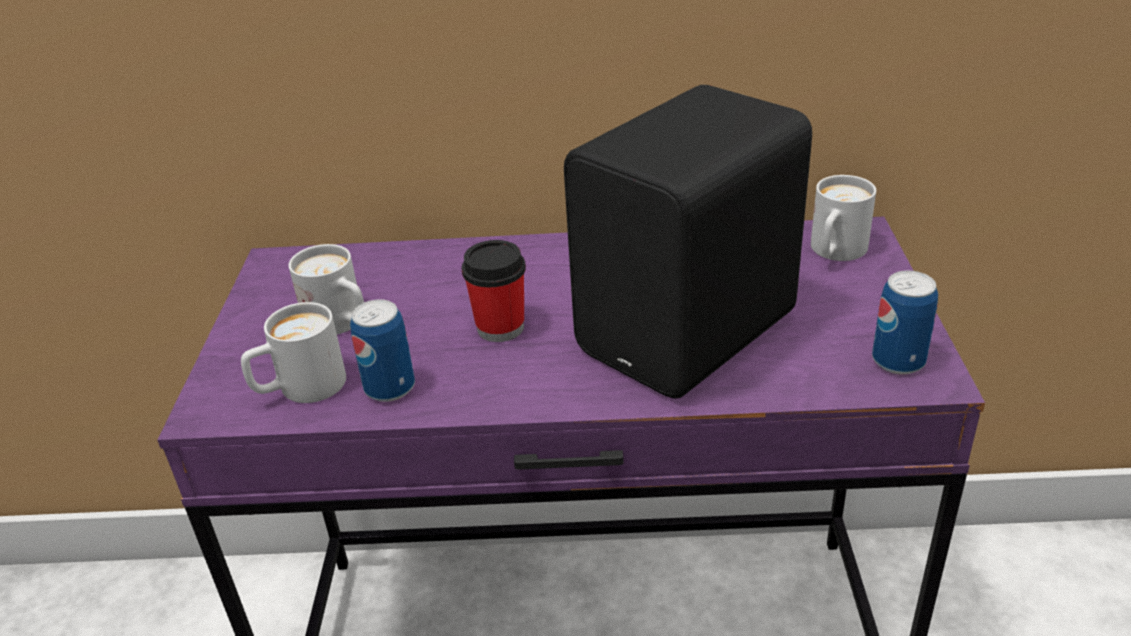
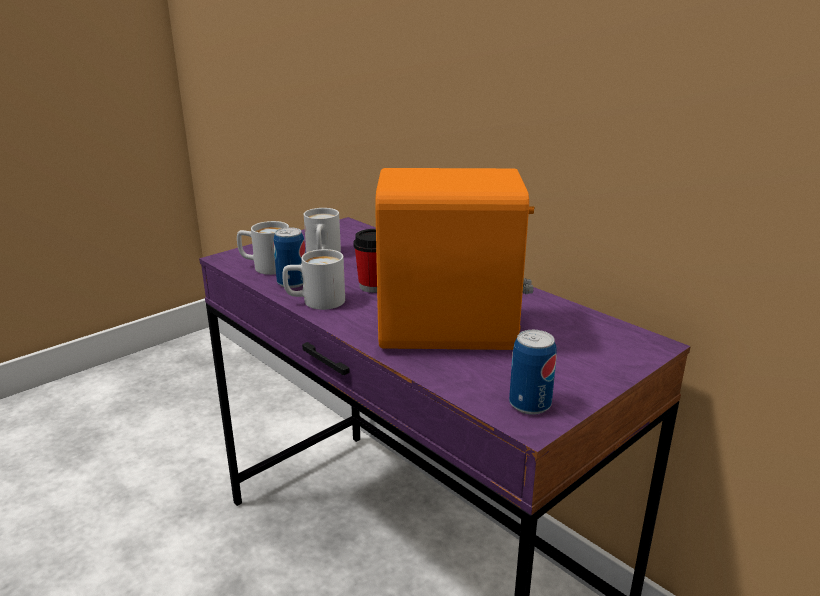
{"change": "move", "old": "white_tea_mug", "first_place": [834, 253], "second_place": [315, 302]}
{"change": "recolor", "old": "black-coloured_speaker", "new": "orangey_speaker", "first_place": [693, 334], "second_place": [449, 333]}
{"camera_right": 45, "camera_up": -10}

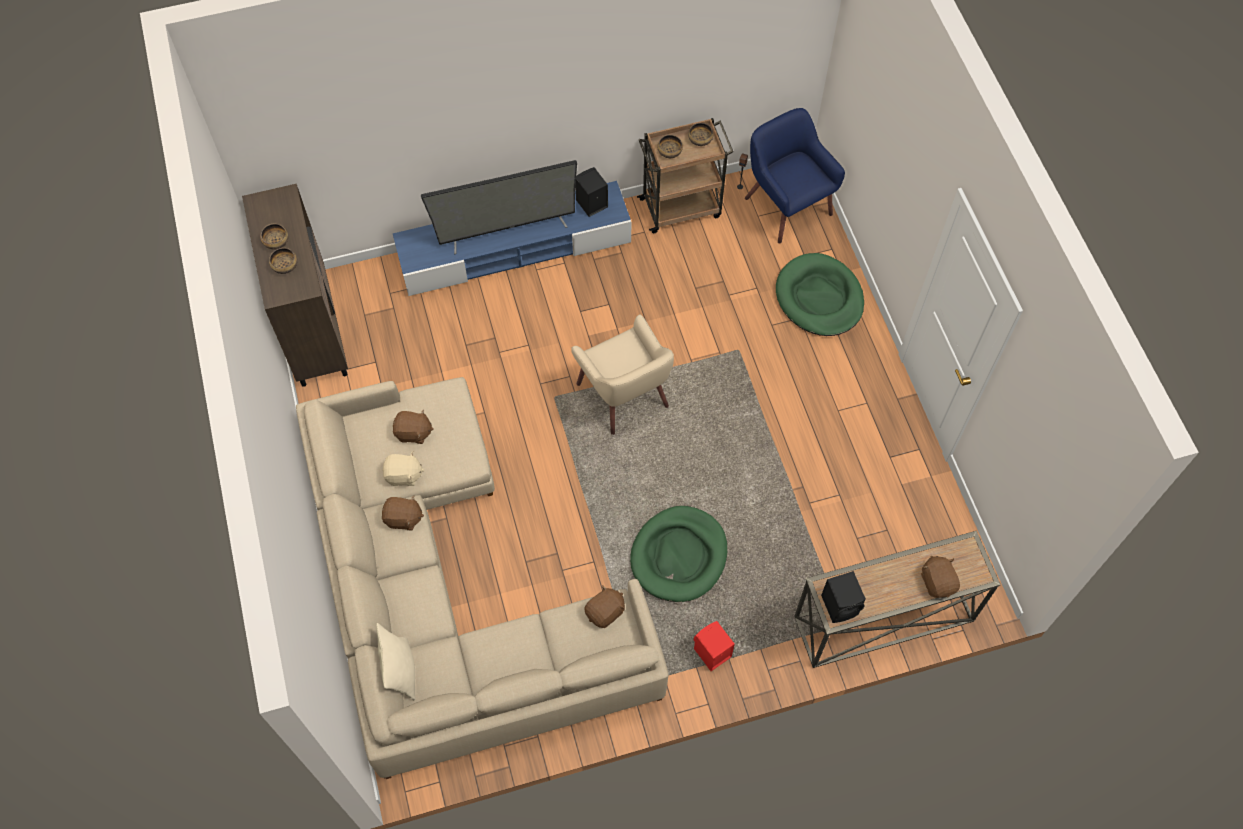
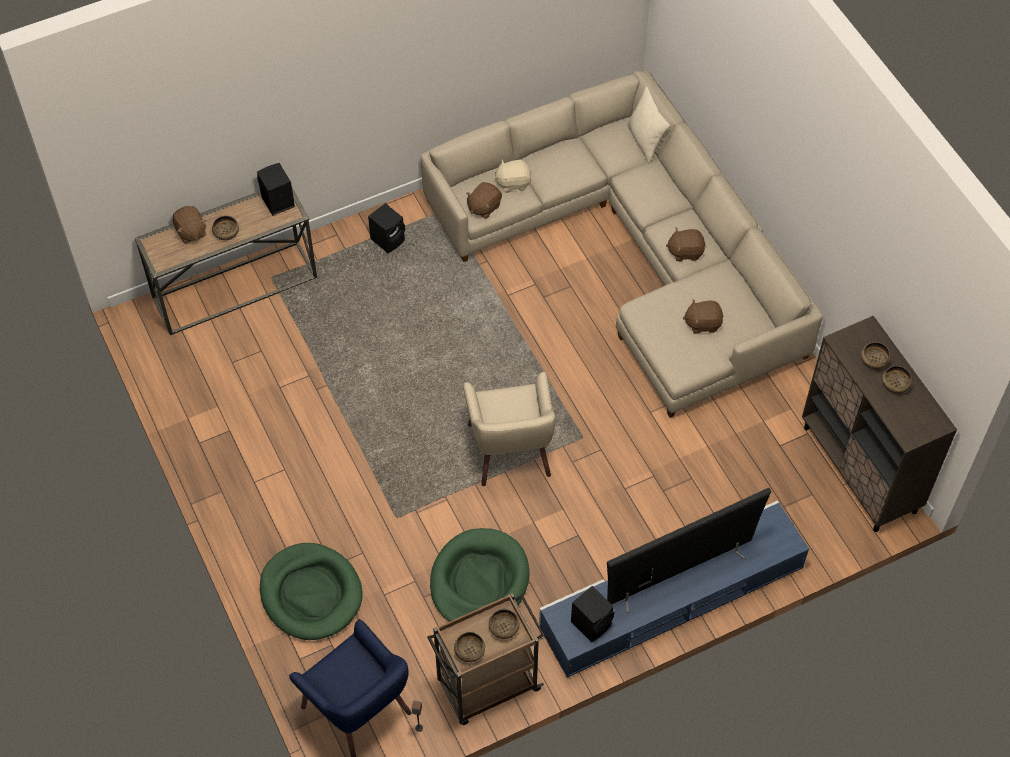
{"change": "insert", "new": "bowl", "second_place": [226, 233]}
{"change": "recolor", "old": "reddish_speaker", "new": "black-coloured_speaker", "first_place": [711, 653], "second_place": [388, 239]}
{"change": "move", "old": "greenish_pet_bed", "first_place": [679, 556], "second_place": [479, 581]}
{"change": "rotate", "old": "beige_lounge_chair", "first_place": [624, 395], "second_place": [510, 450], "degrees": -150}
{"change": "move", "old": "beige_cuddly_toy", "first_place": [404, 475], "second_place": [513, 182]}
{"camera_right": 170, "camera_up": -5}

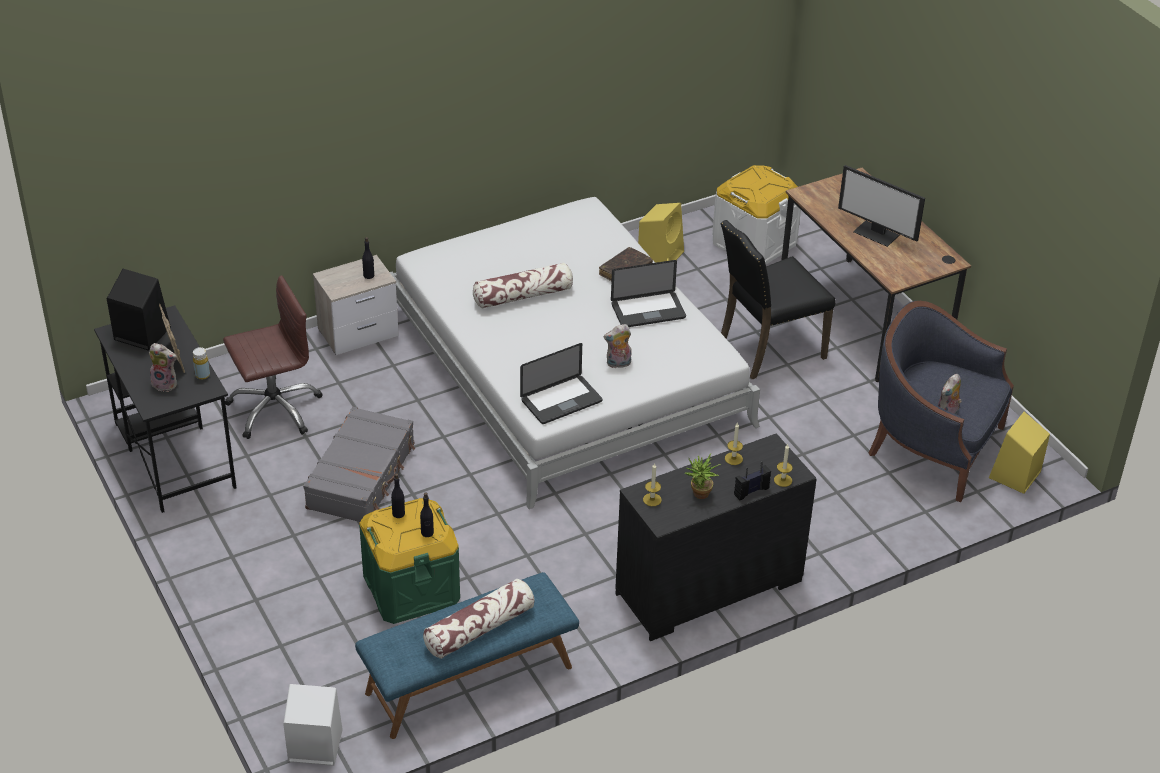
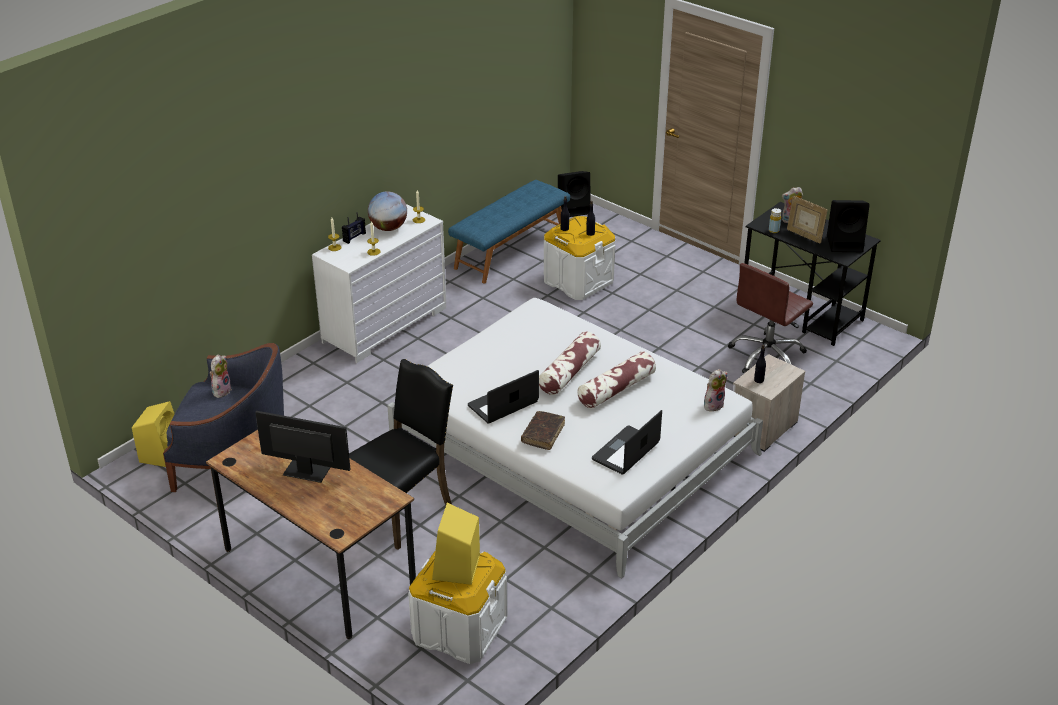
{"change": "recolor", "old": "black-coloured_drawer_chest", "new": "white_drawer_chest", "first_place": [709, 589], "second_place": [384, 324]}
{"change": "replace", "old": "houseplant", "new": "desk_globe", "first_place": [699, 495], "second_place": [388, 228]}
{"change": "move", "old": "yellowish_speaker", "first_place": [661, 254], "second_place": [456, 569]}
{"change": "move", "old": "throw_pillow", "first_place": [479, 628], "second_place": [569, 372]}
{"change": "recolor", "old": "greenish_storage_container", "new": "white_storage_container", "first_place": [411, 588], "second_place": [578, 281]}
{"change": "recolor", "old": "white_speaker", "new": "black-coloured_speaker", "first_place": [313, 746], "second_place": [574, 209]}
{"change": "move", "old": "portable_computer", "first_place": [561, 401], "second_place": [626, 451]}
{"change": "move", "old": "cuddly_toy", "first_place": [618, 364], "second_place": [713, 404]}
{"change": "delete", "old": "greyish_travel_case", "first_place": [362, 476]}
{"camera_right": 160, "camera_up": -5}

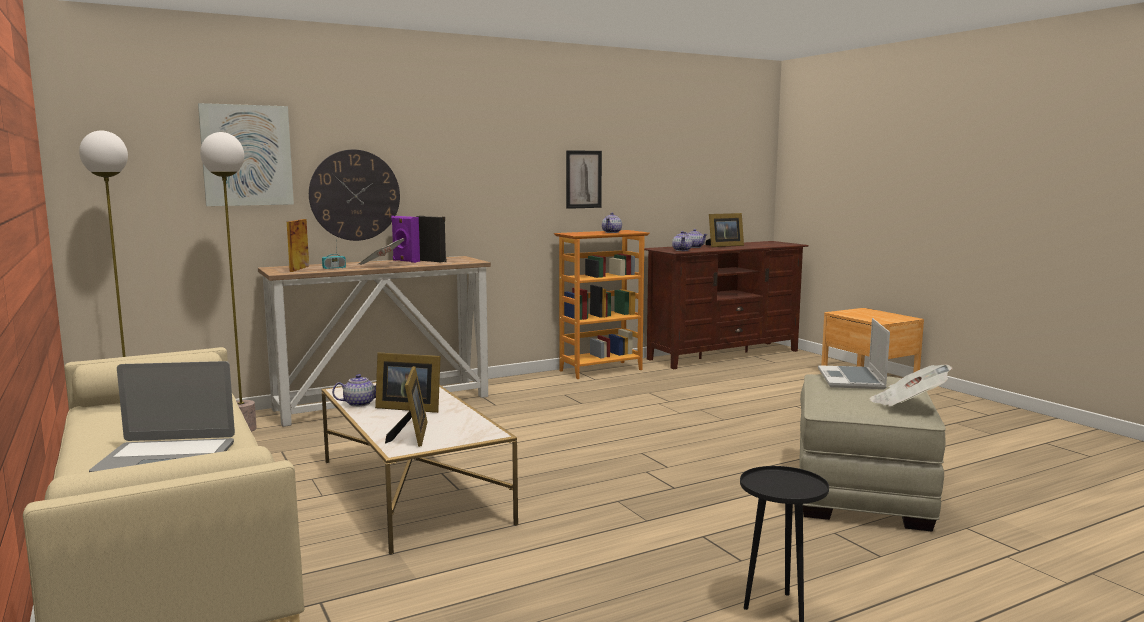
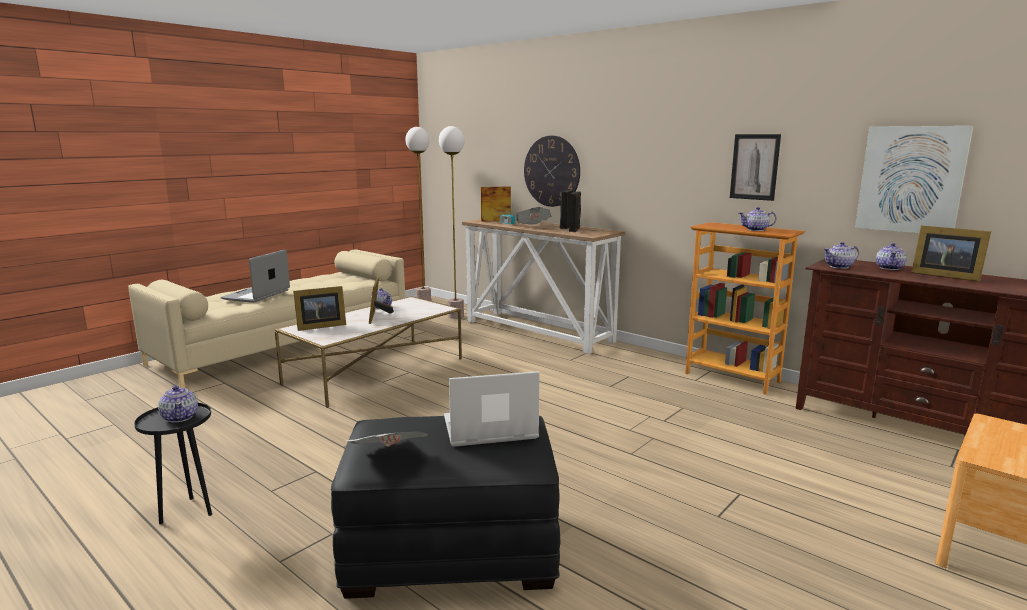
{"change": "insert", "new": "tea_pot", "second_place": [180, 417]}
{"change": "rotate", "old": "portable_computer", "first_place": [167, 457], "second_place": [257, 295], "degrees": 45}
{"change": "recolor", "old": "beige_ottoman", "new": "black-coloured_ottoman", "first_place": [862, 491], "second_place": [450, 549]}
{"change": "recolor", "old": "purple-coloured_speaker", "new": "black-coloured_speaker", "first_place": [405, 261], "second_place": [565, 227]}
{"change": "move", "old": "wall_picture", "first_place": [246, 155], "second_place": [911, 179]}
{"camera_right": 70, "camera_up": 5}

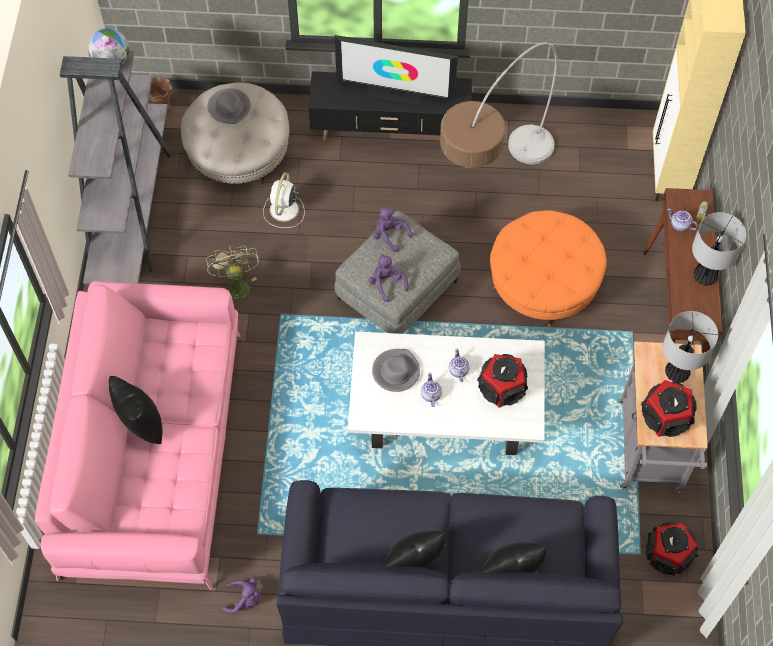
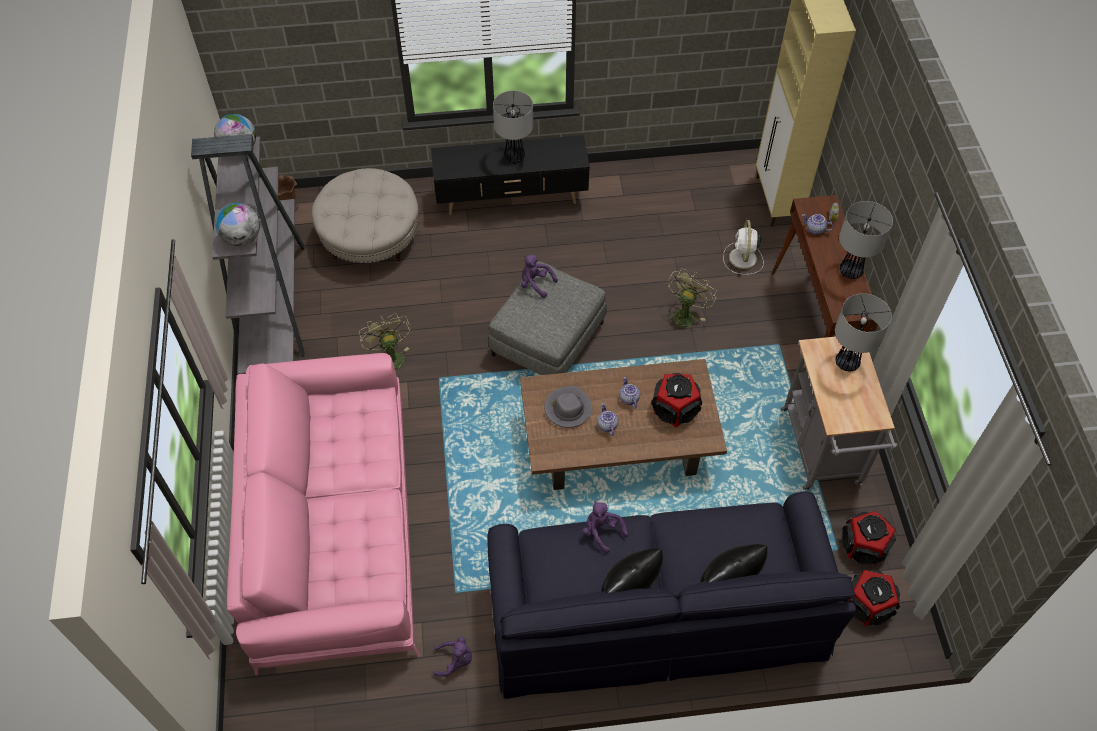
{"change": "insert", "new": "desk_globe", "second_place": [242, 238]}
{"change": "replace", "old": "TV_set", "new": "lamp_for_a_table", "first_place": [395, 93], "second_place": [515, 156]}
{"change": "recolor", "old": "white_low_table", "new": "brown_low_table", "first_place": [444, 411], "second_place": [617, 444]}
{"change": "move", "old": "purple-coloured_cuddly_toy", "first_place": [386, 284], "second_place": [601, 531]}
{"change": "replace", "old": "orangey_ottoman", "new": "greenish_cooling_fan", "first_place": [543, 284], "second_place": [685, 313]}
{"change": "move", "old": "white_cooling_fan", "first_place": [283, 210], "second_place": [742, 259]}
{"change": "move", "old": "speaker", "first_place": [665, 416], "second_place": [867, 604]}
{"change": "delete", "old": "black-coloured_throw_pillow", "first_place": [140, 424]}
{"change": "delete", "old": "greyish_wearable_hat", "first_place": [229, 108]}
{"change": "delete", "old": "standard_lamp", "first_place": [492, 186]}
{"camera_right": -10, "camera_up": -5}

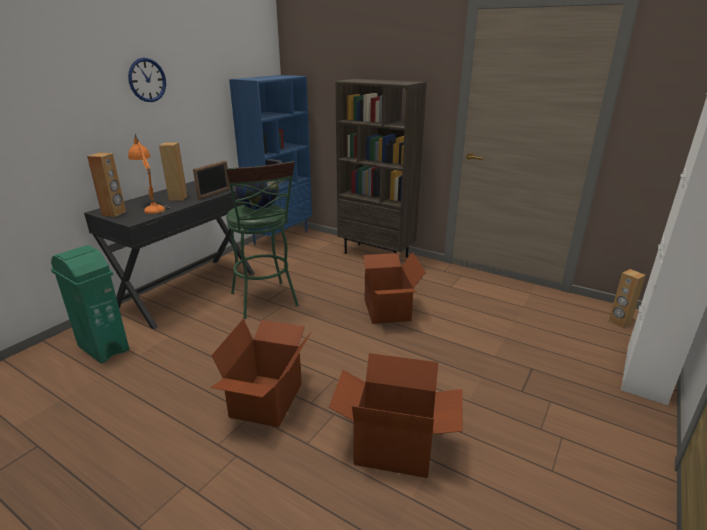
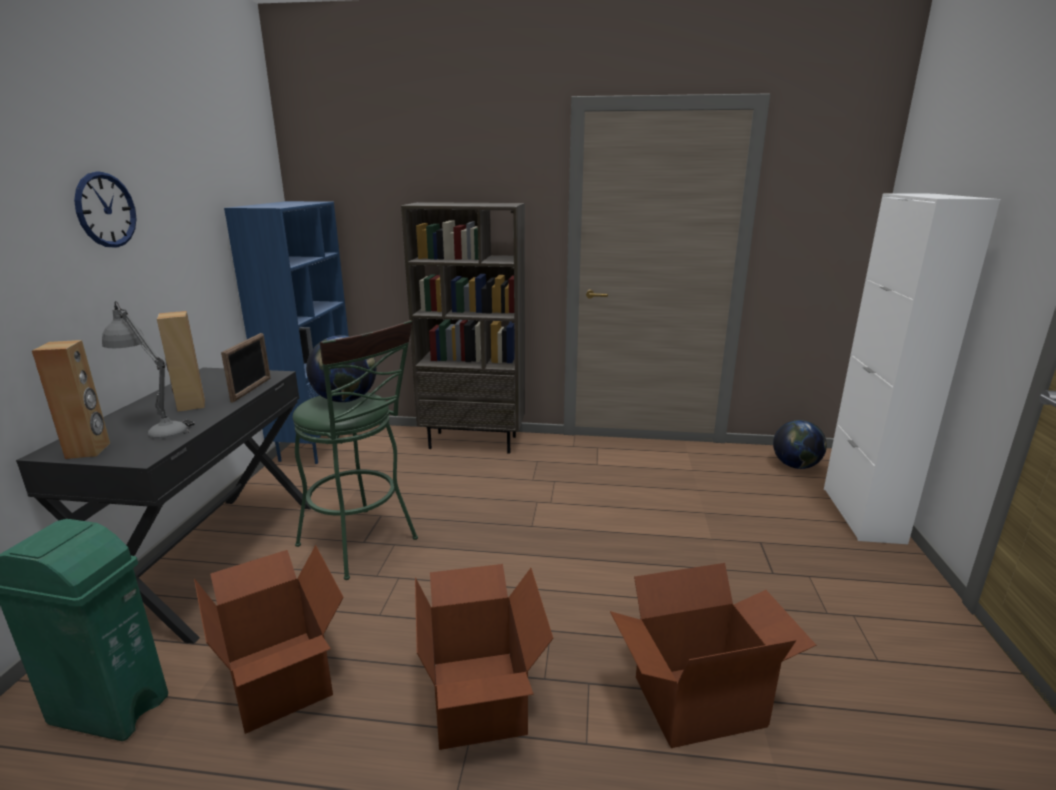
{"change": "recolor", "old": "orangey_lamp_for_a_table", "new": "greyish_lamp_for_a_table", "first_place": [152, 207], "second_place": [158, 427]}
{"change": "move", "old": "packing_box", "first_place": [388, 310], "second_place": [282, 678]}
{"change": "replace", "old": "brown_speaker", "new": "desk_globe", "first_place": [619, 323], "second_place": [796, 466]}
{"camera_right": -25, "camera_up": -5}

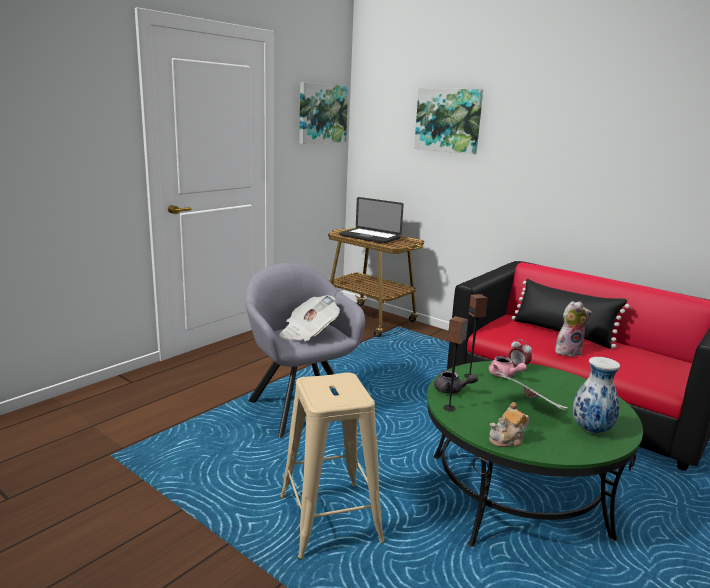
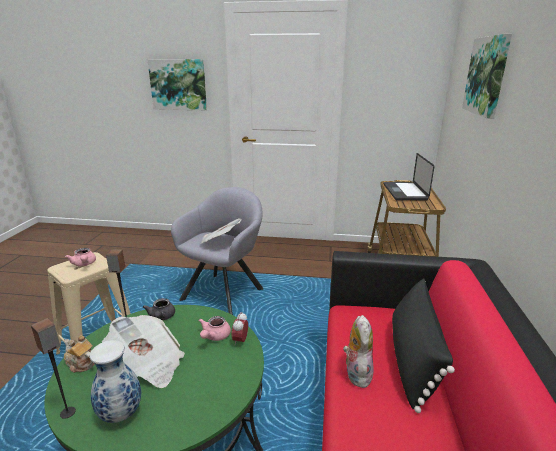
{"change": "move", "old": "speaker", "first_place": [469, 376], "second_place": [68, 412]}
{"change": "insert", "new": "pinkish_tea_pot", "second_place": [84, 264]}
{"change": "move", "old": "wall_picture", "first_place": [322, 114], "second_place": [178, 84]}
{"change": "rotate", "old": "cuddly_toy", "first_place": [568, 351], "second_place": [356, 373], "degrees": -135}
{"camera_right": 60, "camera_up": 5}

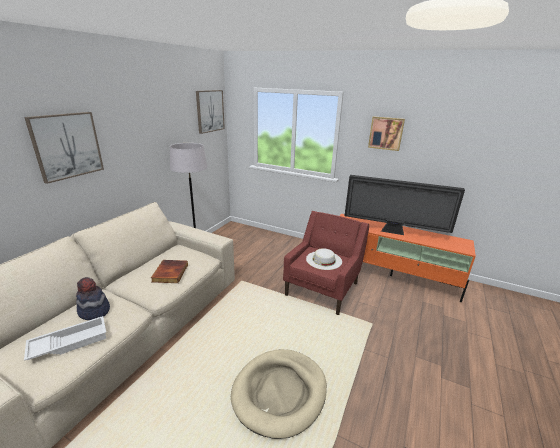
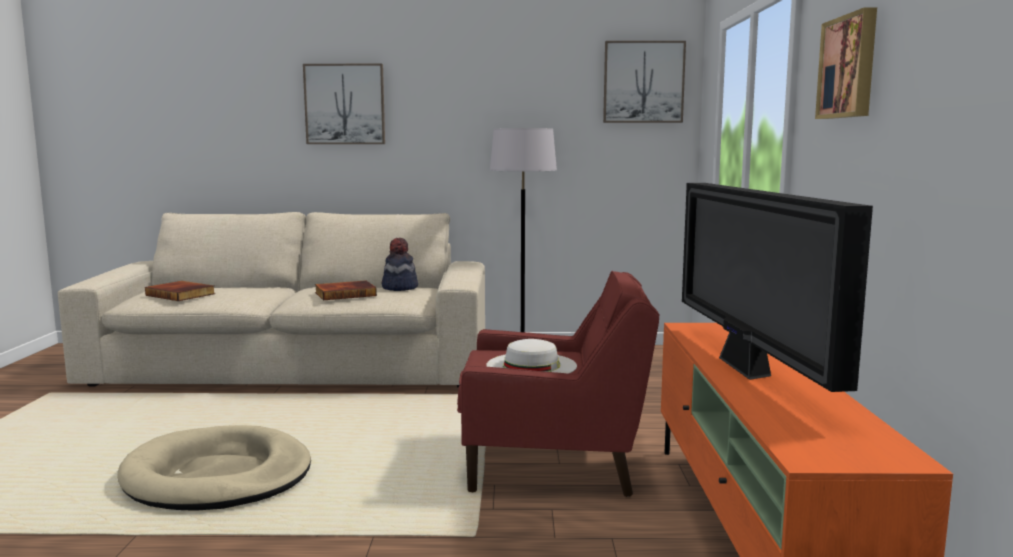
{"change": "replace", "old": "white_carrying_tray", "new": "book", "first_place": [70, 342], "second_place": [182, 294]}
{"change": "move", "old": "wearable_hat", "first_place": [94, 311], "second_place": [399, 287]}
{"camera_right": 65, "camera_up": -15}

